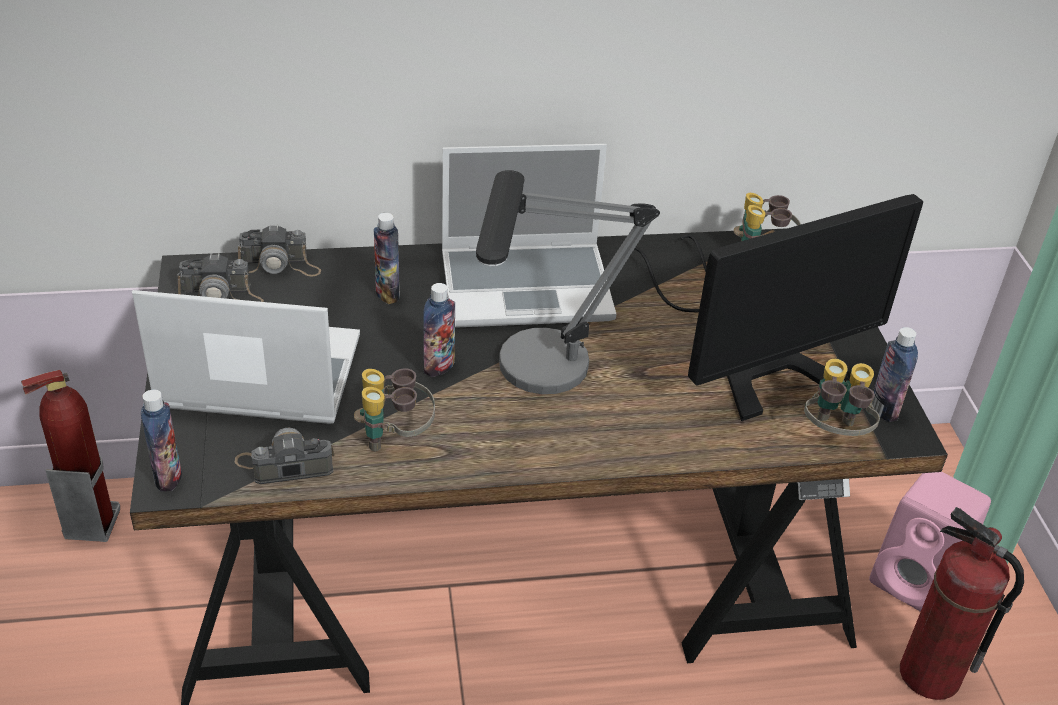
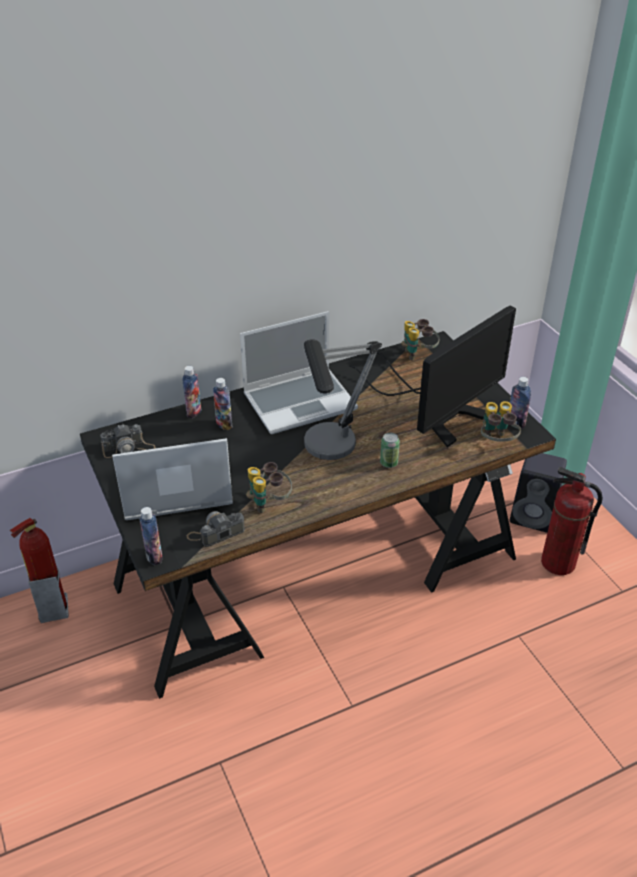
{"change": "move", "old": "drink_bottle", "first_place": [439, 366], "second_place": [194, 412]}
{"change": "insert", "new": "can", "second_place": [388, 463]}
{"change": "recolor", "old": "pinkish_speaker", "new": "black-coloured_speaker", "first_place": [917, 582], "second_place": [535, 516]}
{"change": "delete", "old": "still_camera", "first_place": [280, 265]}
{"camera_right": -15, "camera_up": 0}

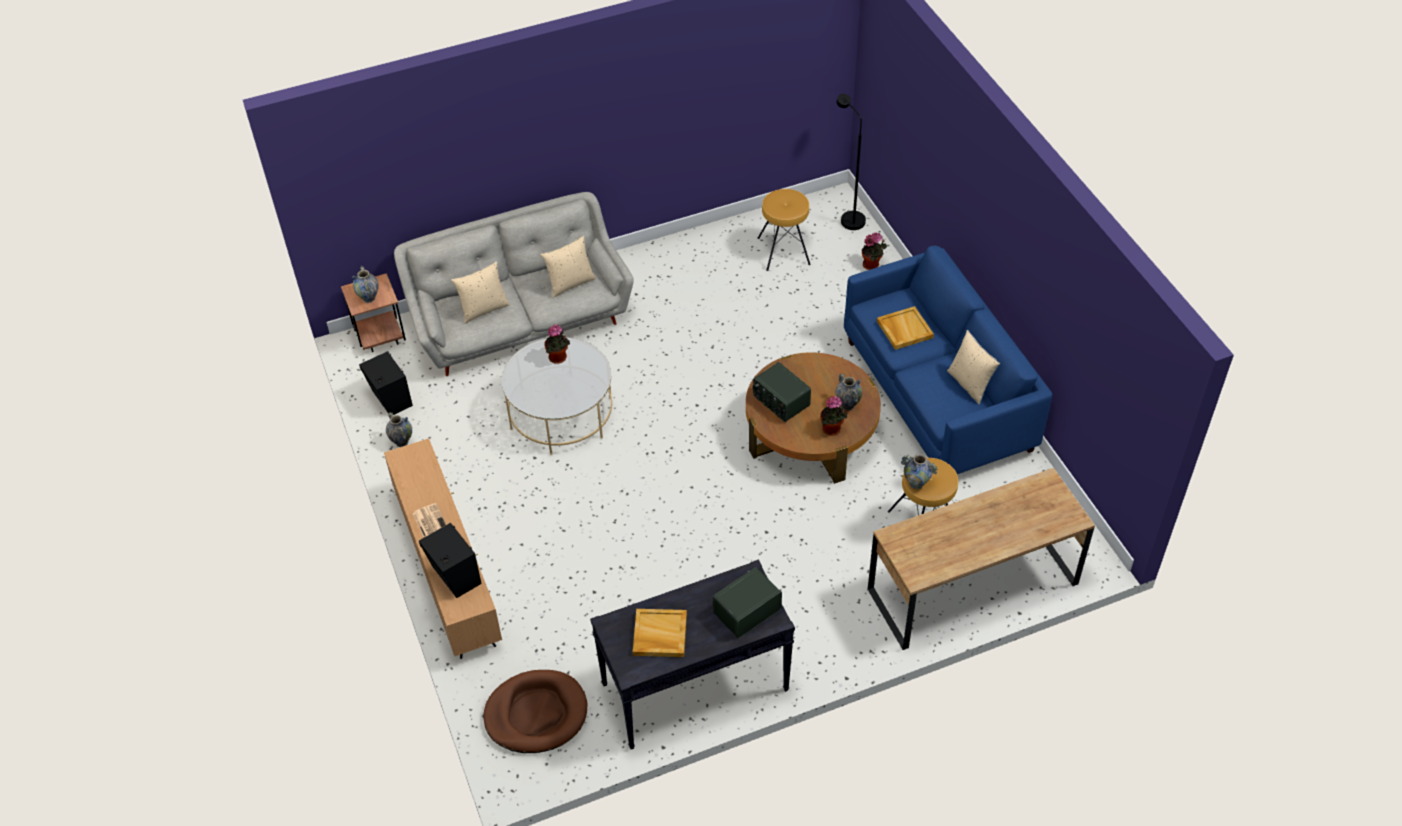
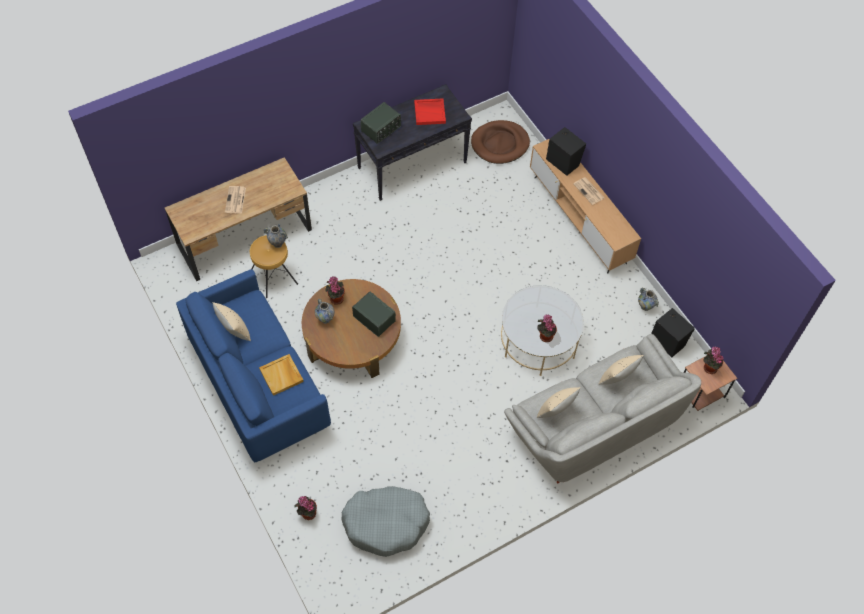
{"change": "insert", "new": "daily_paper", "second_place": [235, 200]}
{"change": "replace", "old": "brown_stool", "new": "greyish_pet_bed", "first_place": [784, 251], "second_place": [386, 523]}
{"change": "recolor", "old": "beige_carrying_tray", "new": "reddish_carrying_tray", "first_place": [659, 635], "second_place": [430, 112]}
{"change": "replace", "old": "decorative_vase", "new": "houseplant", "first_place": [369, 298], "second_place": [709, 367]}
{"change": "delete", "old": "black-coloured_standard_lamp", "first_place": [848, 217]}
{"camera_right": 170, "camera_up": 10}

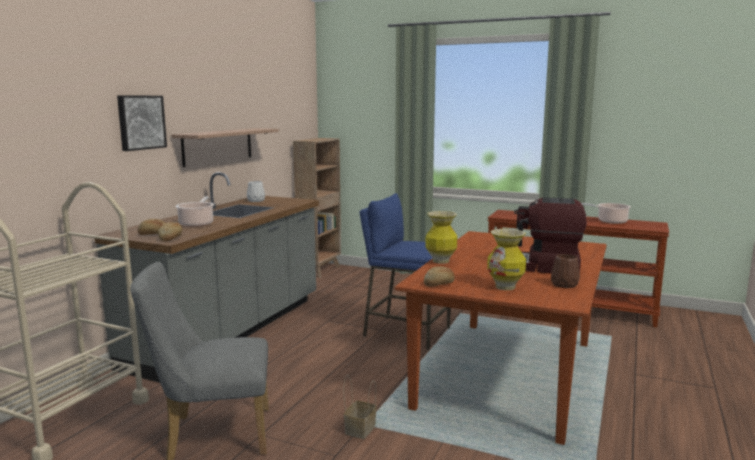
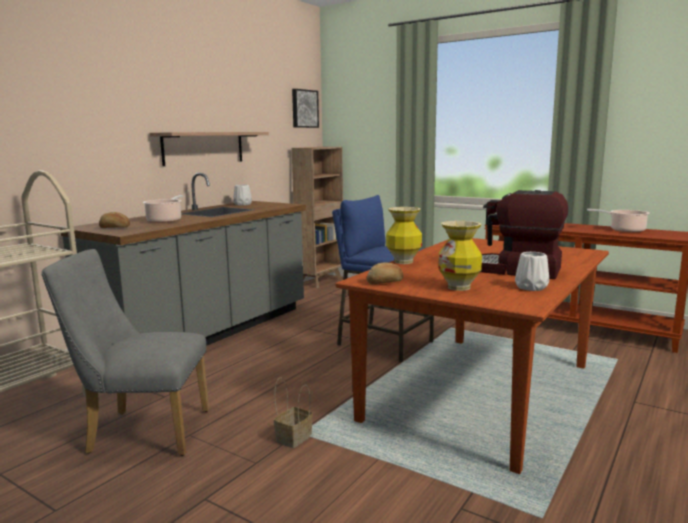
{"change": "move", "old": "wall_picture", "first_place": [140, 122], "second_place": [304, 108]}
{"change": "recolor", "old": "brown_decorative_vase", "new": "white_decorative_vase", "first_place": [564, 285], "second_place": [531, 288]}
{"change": "delete", "old": "bakery_bread", "first_place": [171, 238]}
{"camera_right": 10, "camera_up": 0}

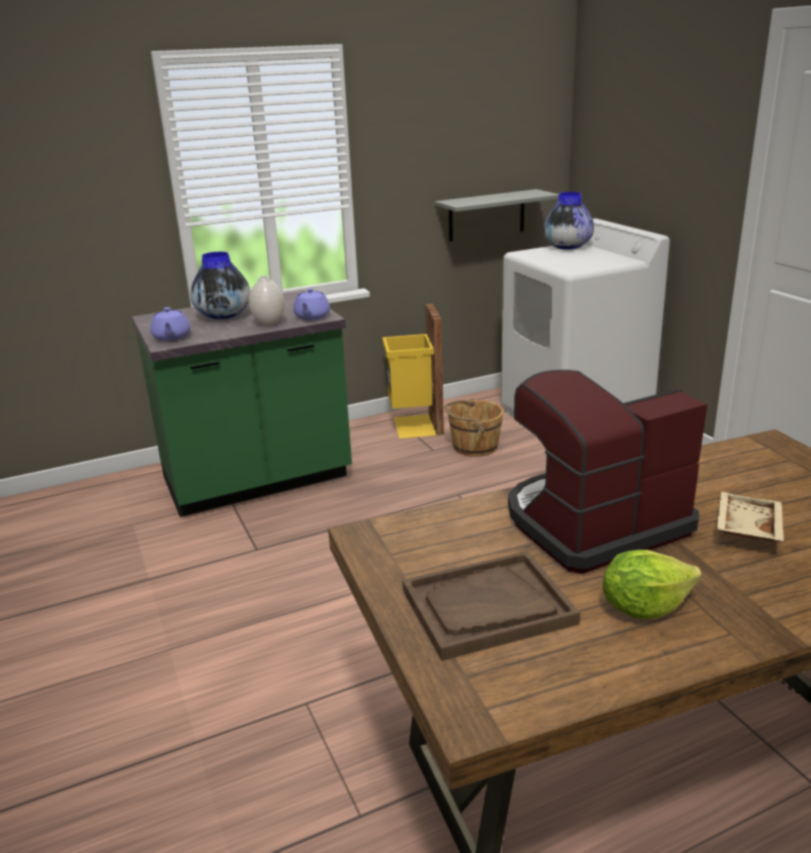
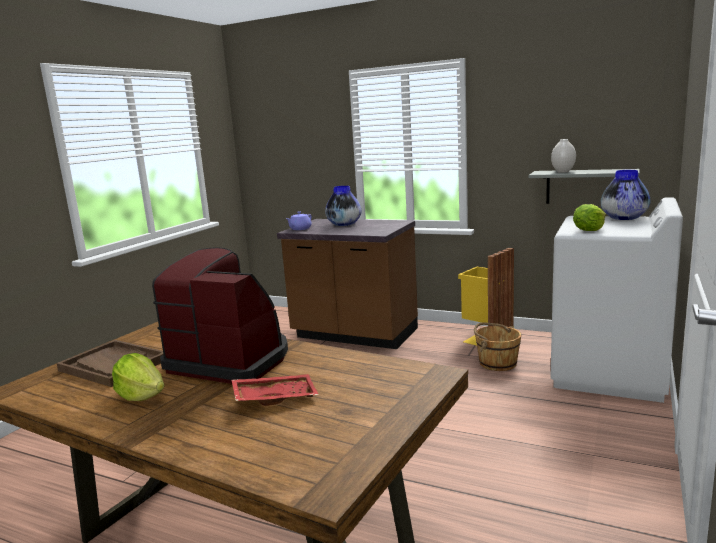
{"change": "recolor", "old": "beige_carrying_tray", "new": "reddish_carrying_tray", "first_place": [745, 527], "second_place": [275, 397]}
{"change": "recolor", "old": "greenish_counter", "new": "brown_counter", "first_place": [257, 481], "second_place": [354, 335]}
{"change": "move", "old": "white_decorative_vase", "first_place": [269, 323], "second_place": [563, 172]}
{"change": "insert", "new": "lettuce_head", "second_place": [589, 230]}
{"change": "delete", "old": "purple-coloured_tea_pot", "first_place": [312, 317]}
{"camera_right": 50, "camera_up": -10}

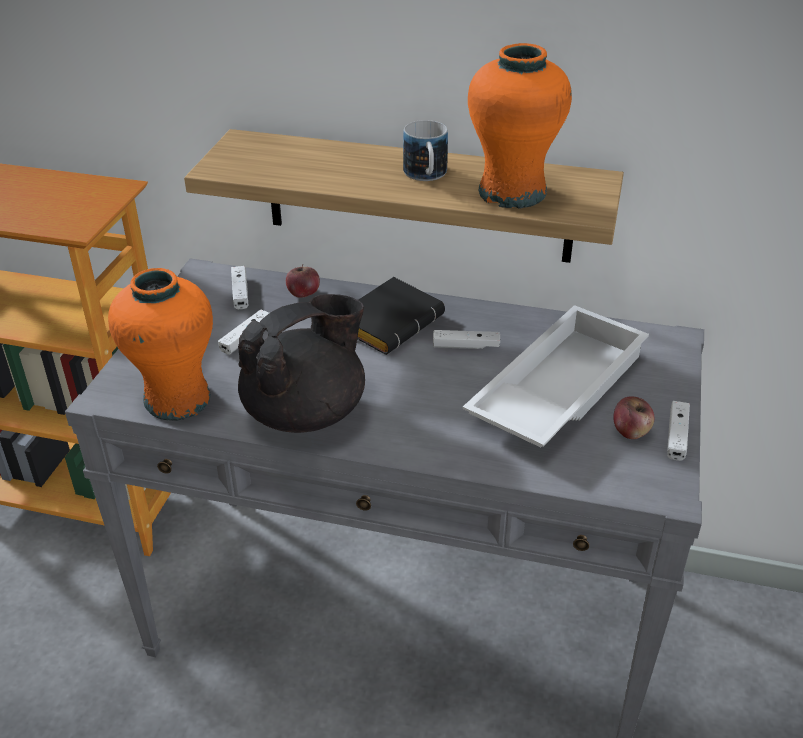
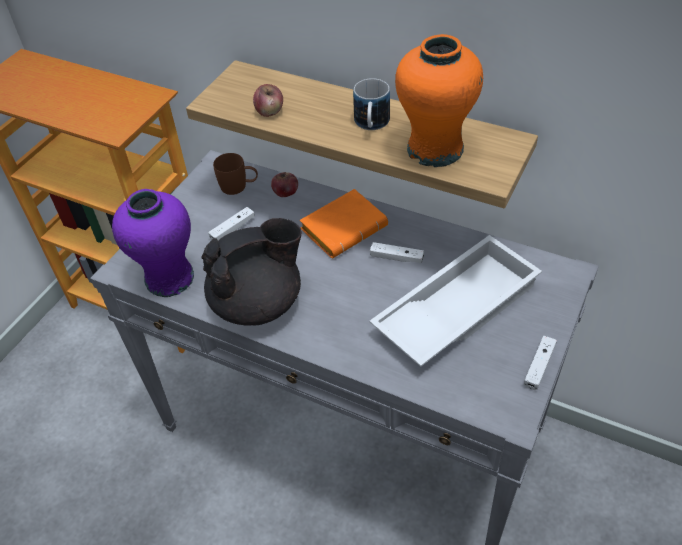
{"change": "recolor", "old": "orangey_decorative_vase", "new": "purple-coloured_decorative_vase", "first_place": [177, 399], "second_place": [169, 278]}
{"change": "replace", "old": "white_gamepad", "new": "brown_tea_mug", "first_place": [240, 293], "second_place": [239, 187]}
{"change": "move", "old": "whole_apple", "first_place": [631, 431], "second_place": [269, 111]}
{"change": "recolor", "old": "black-coloured_book", "new": "orangey_book", "first_place": [389, 321], "second_place": [344, 227]}
{"camera_right": 15, "camera_up": 10}

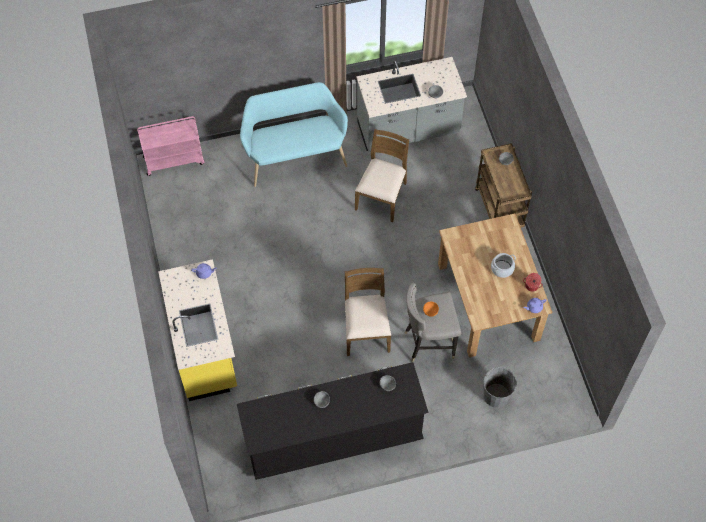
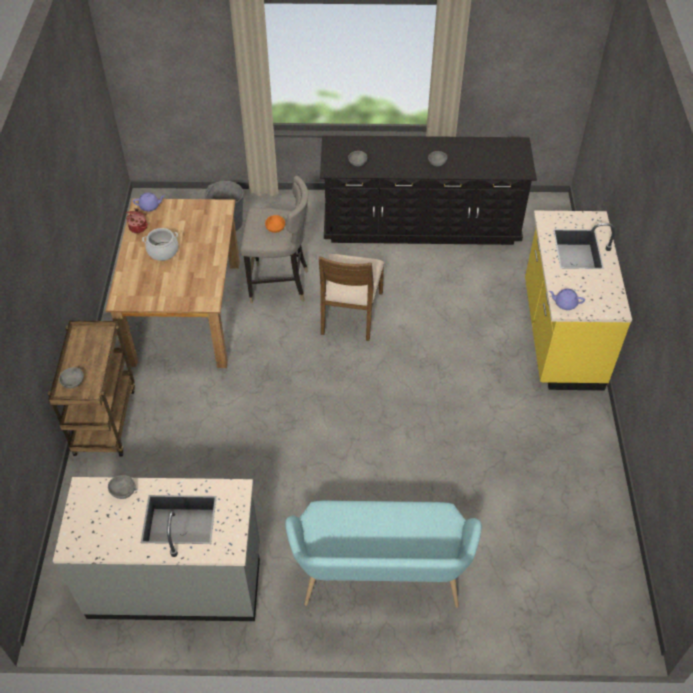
{"change": "delete", "old": "pinkish_wheeled_cart", "first_place": [174, 160]}
{"change": "delete", "old": "brown_plain_chair", "first_place": [382, 196]}
{"camera_right": -165, "camera_up": -10}

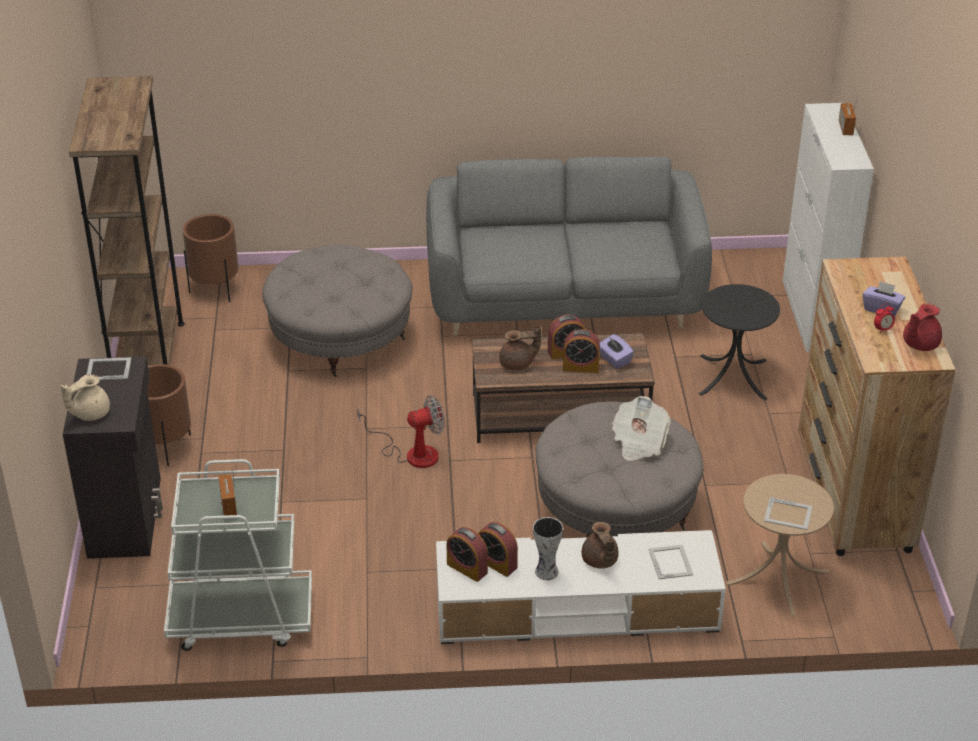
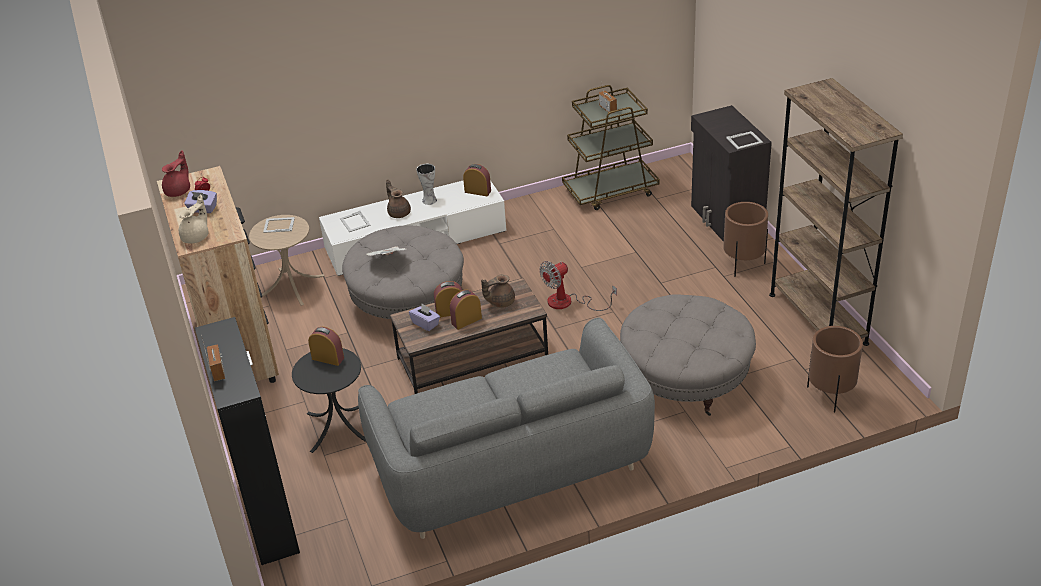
{"change": "move", "old": "beige_tea_pot", "first_place": [89, 413], "second_place": [196, 237]}
{"change": "recolor", "old": "white_cupboard", "new": "black-coloured_cupboard", "first_place": [812, 315], "second_place": [268, 515]}
{"change": "move", "old": "alarm_clock", "first_place": [496, 563], "second_place": [328, 358]}
{"change": "recolor", "old": "white_wheeled_cart", "new": "brown_wheeled_cart", "first_place": [240, 618], "second_place": [611, 191]}
{"camera_right": 165, "camera_up": 0}

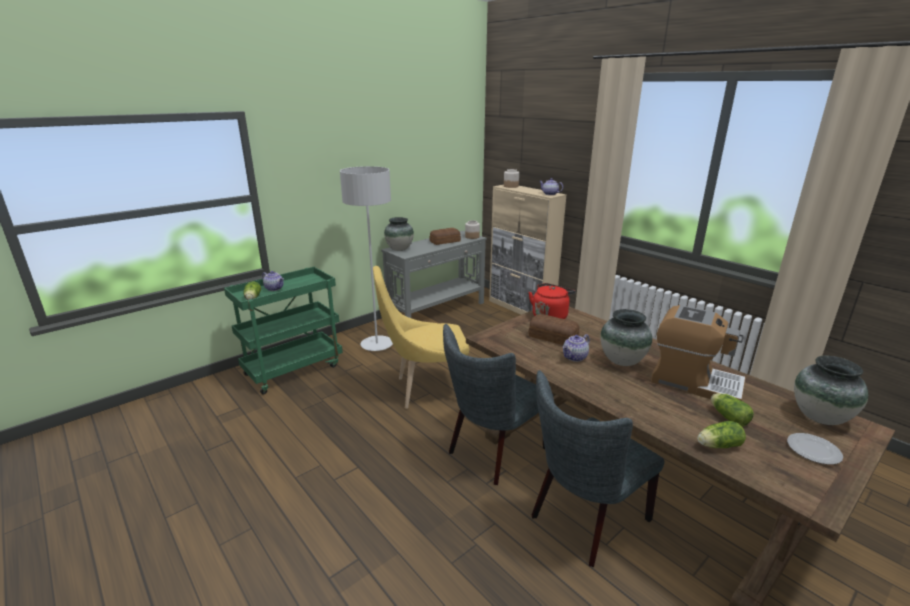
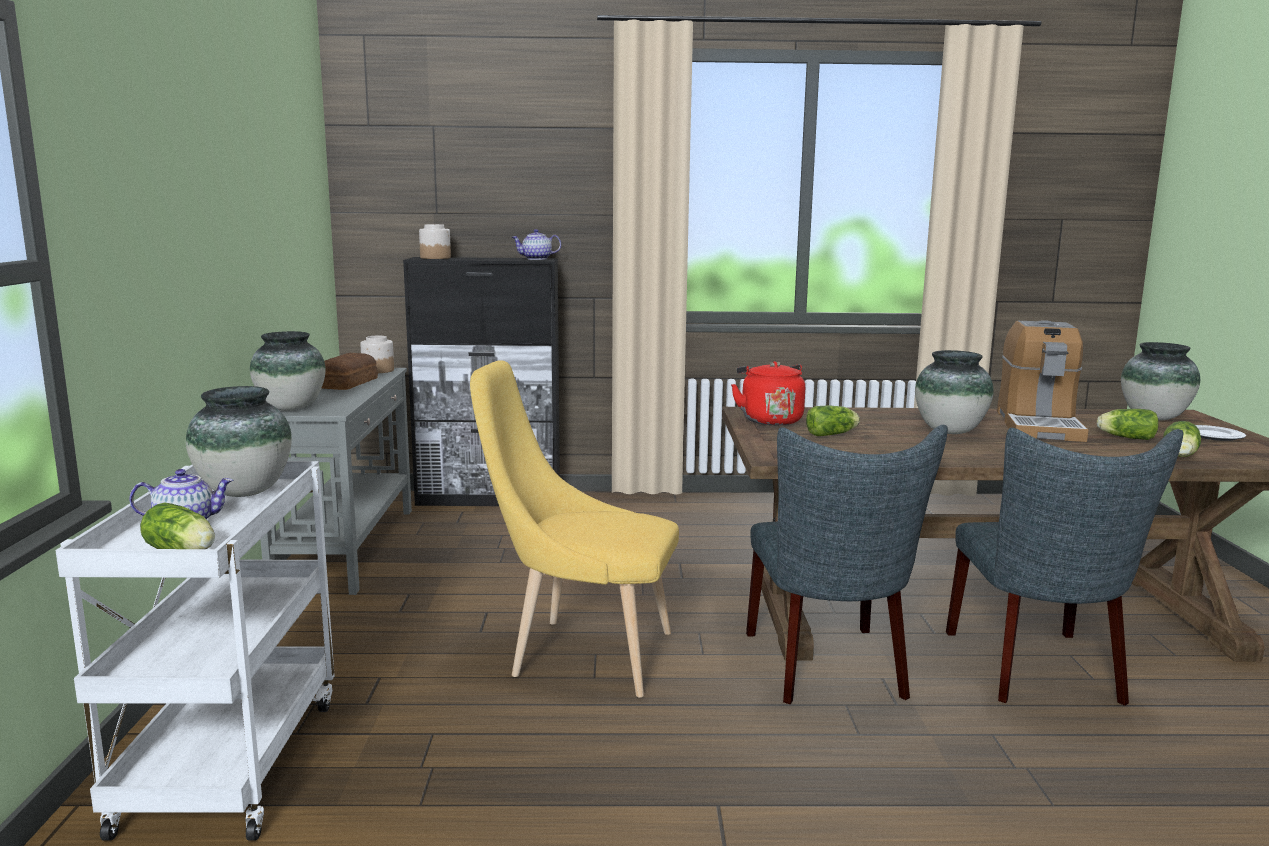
{"change": "recolor", "old": "greenish_wheeled_cart", "new": "white_wheeled_cart", "first_place": [293, 369], "second_place": [230, 761]}
{"change": "insert", "new": "decorative_vase", "second_place": [243, 491]}
{"change": "recolor", "old": "beige_cupboard", "new": "black-coloured_cupboard", "first_place": [521, 308], "second_place": [489, 499]}
{"change": "rotate", "old": "yellowish_plain_chair", "first_place": [425, 390], "second_place": [581, 654], "degrees": 75}
{"change": "replace", "old": "bakery_bread", "new": "lettuce_head", "first_place": [552, 337], "second_place": [833, 434]}
{"change": "rotate", "old": "coffee_brewer", "first_place": [694, 382], "second_place": [1038, 425], "degrees": 120}
{"change": "delete", "old": "greyish_standard_lamp", "first_place": [377, 345]}
{"change": "delete", "old": "tea_pot", "first_place": [575, 357]}
{"camera_right": -50, "camera_up": -10}

